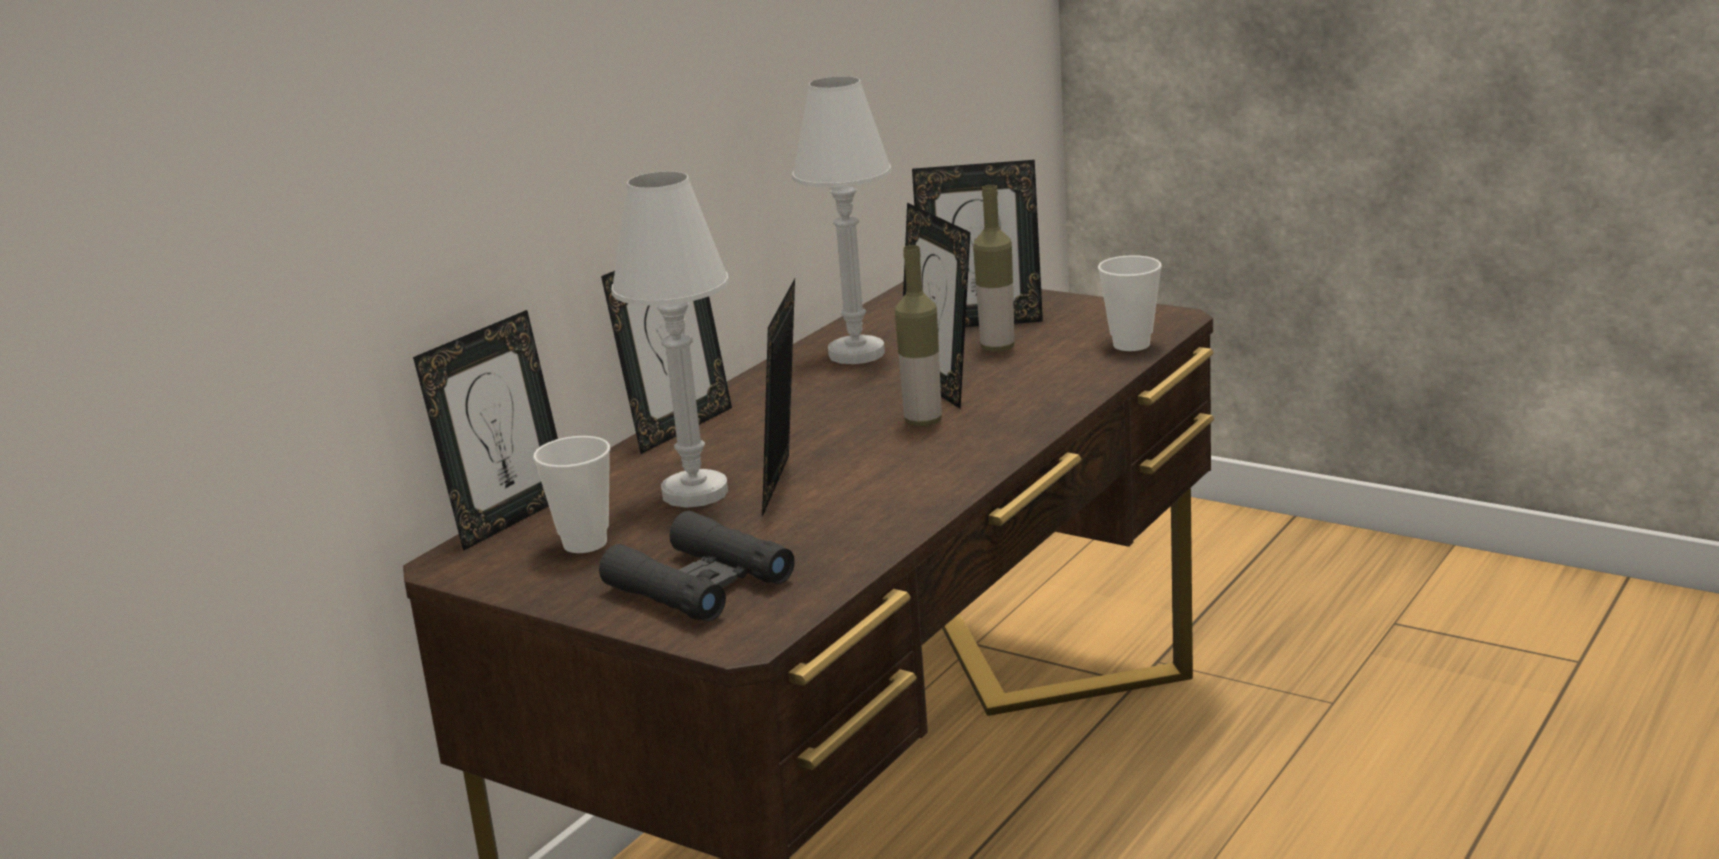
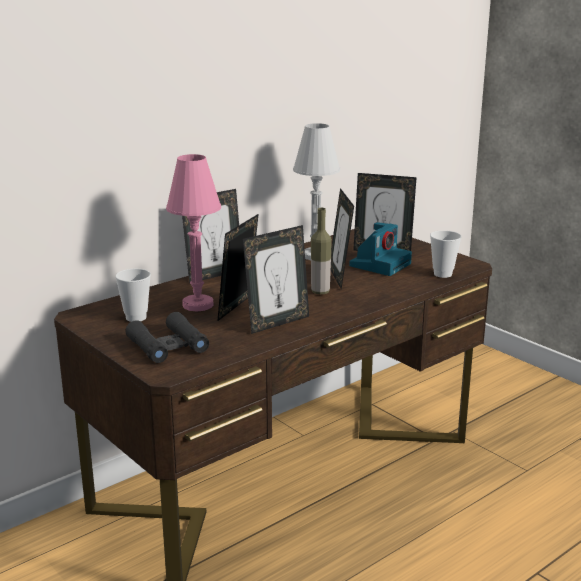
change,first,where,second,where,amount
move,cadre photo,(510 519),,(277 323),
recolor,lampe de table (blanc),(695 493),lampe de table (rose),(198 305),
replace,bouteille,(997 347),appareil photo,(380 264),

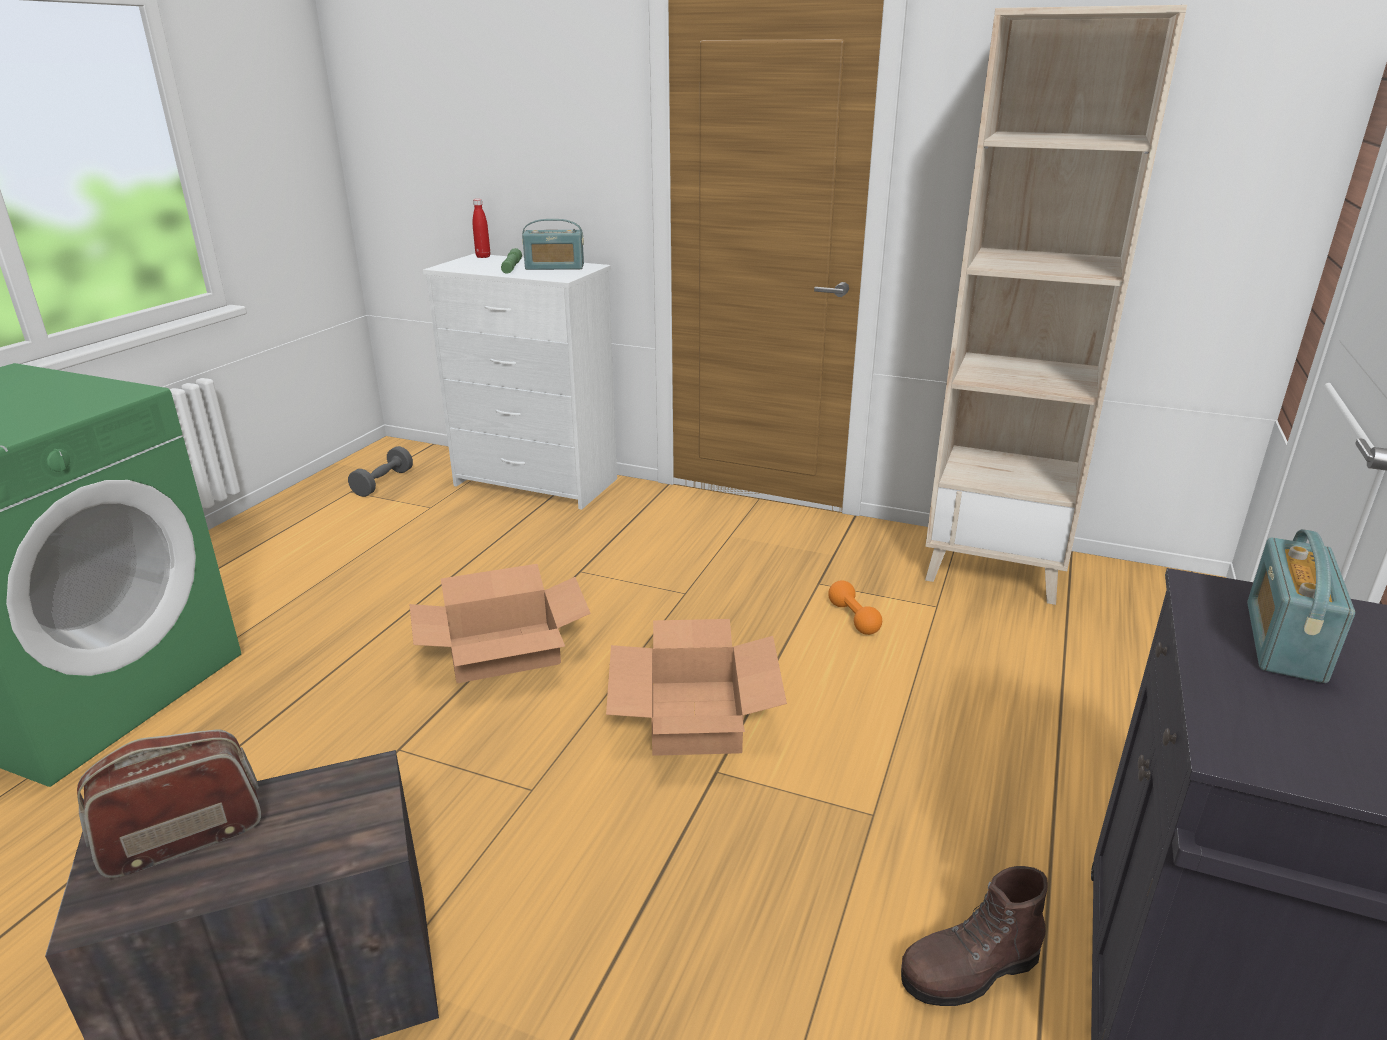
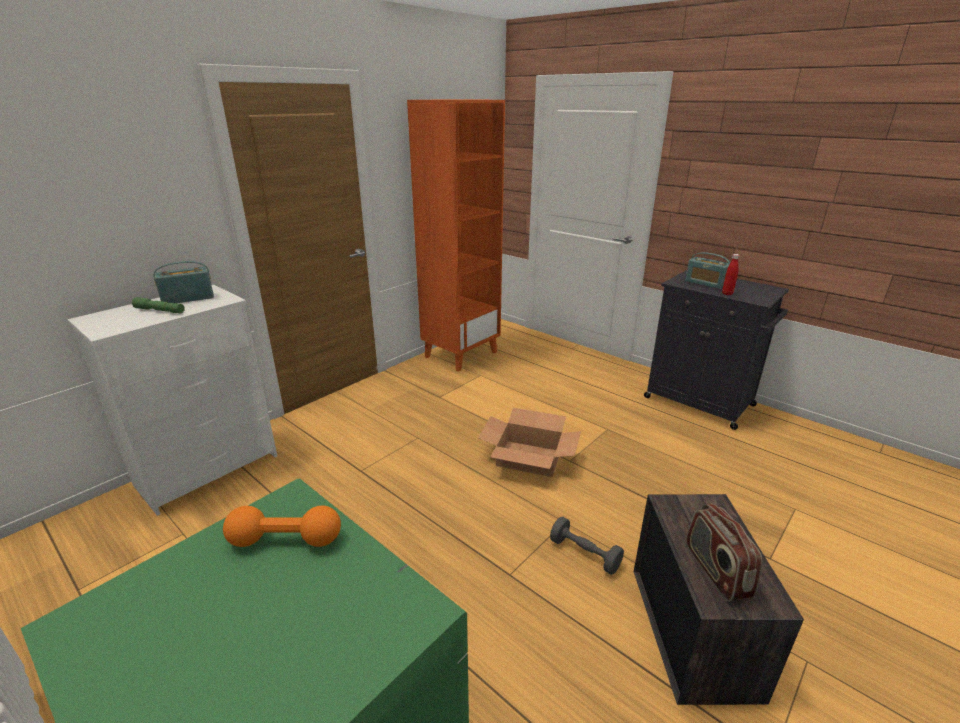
change,first,where,second,where,amount
move,haltère (gris),(383 483),,(584 554),
delete,carton,(504 651),,,
move,bouteille (rouge),(483 257),,(727 293),
rotate,radio,(554 267),,(188 298),135 degrees counterclockwise
move,haltère (orange),(853 618),,(285 540),
delete,botte (marron),(969 970),,,
recolor,bibliothèque (beige),(995 568),bibliothèque (orange),(461 354),

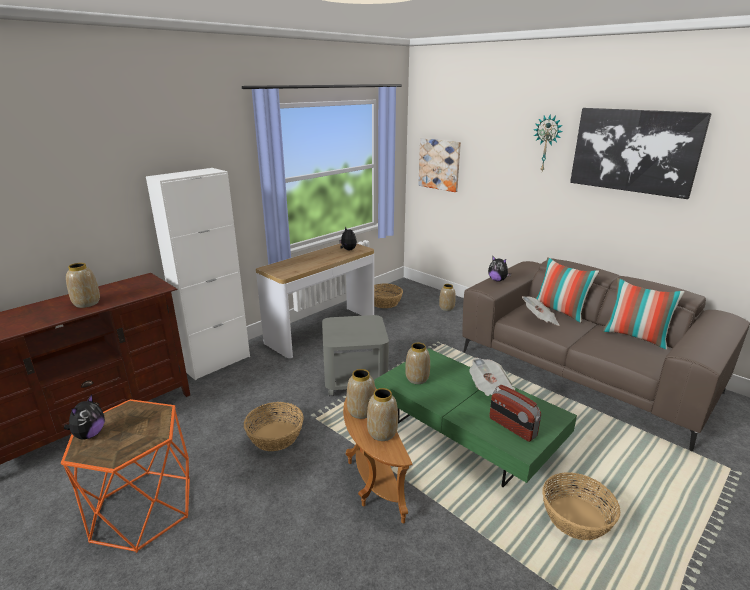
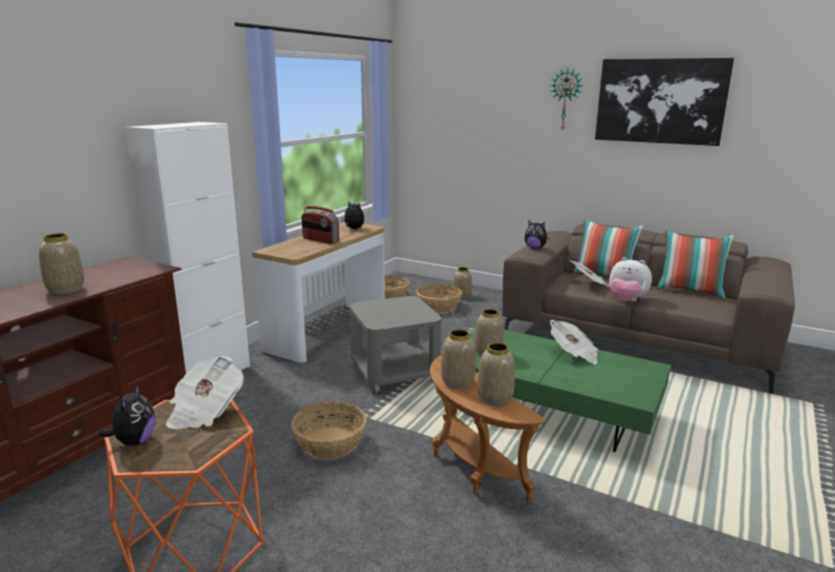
change,first,where,second,where,amount
delete,tableau,(439 164),,,
move,radio,(512 427),,(320 240),
move,panier,(575 517),,(438 306),
insert,,,journal,(205 411),
insert,,,peluche,(626 301),

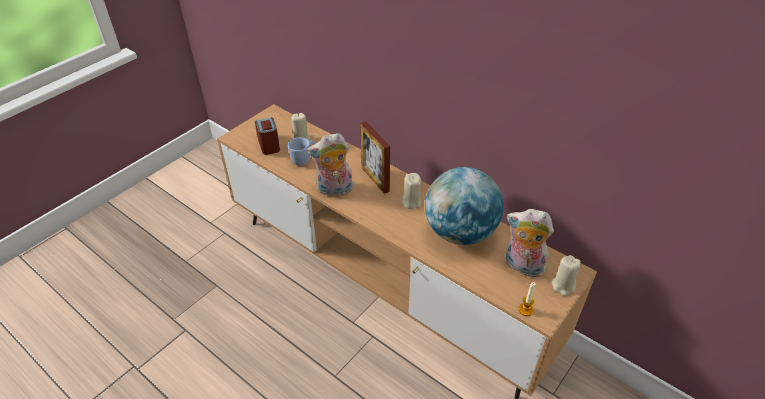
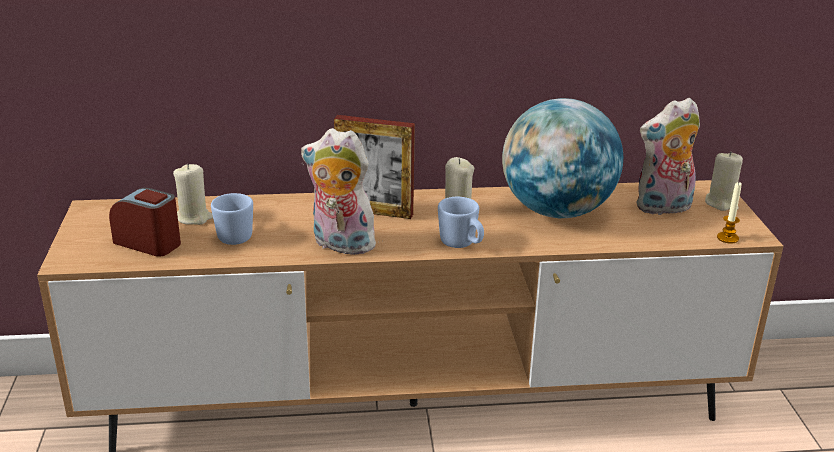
change,first,where,second,where,amount
rotate,peluche,(334 190),,(340 245),75 degrees clockwise
insert,,,mug (bleu),(462 244),

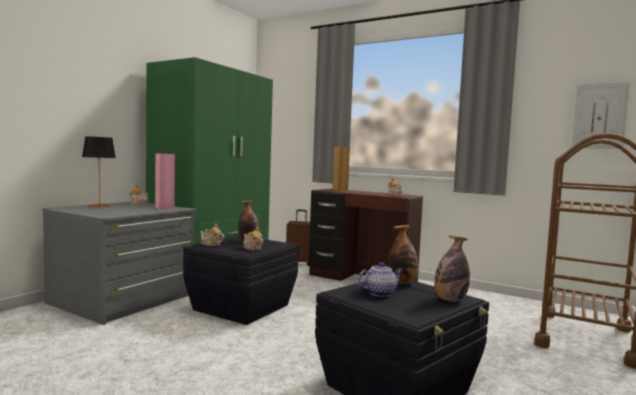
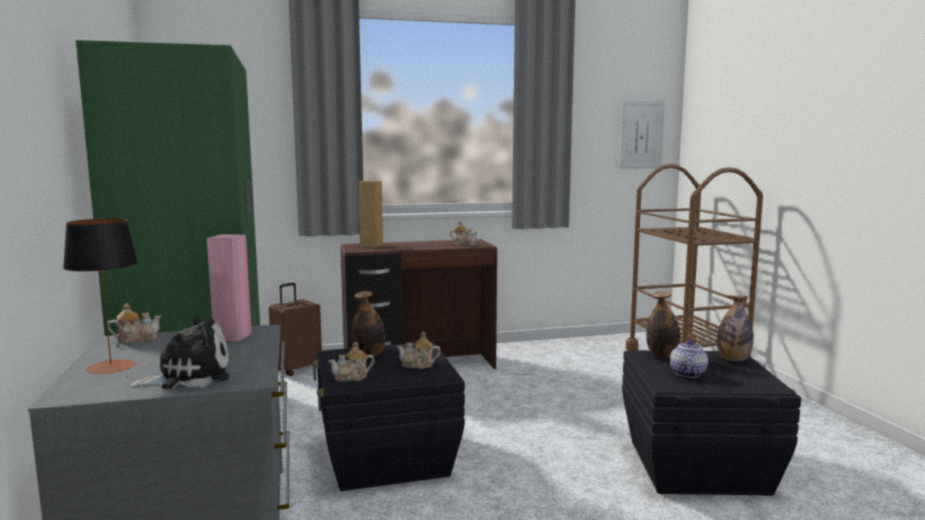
change,first,where,second,where,amount
insert,,,peluche,(189 376),

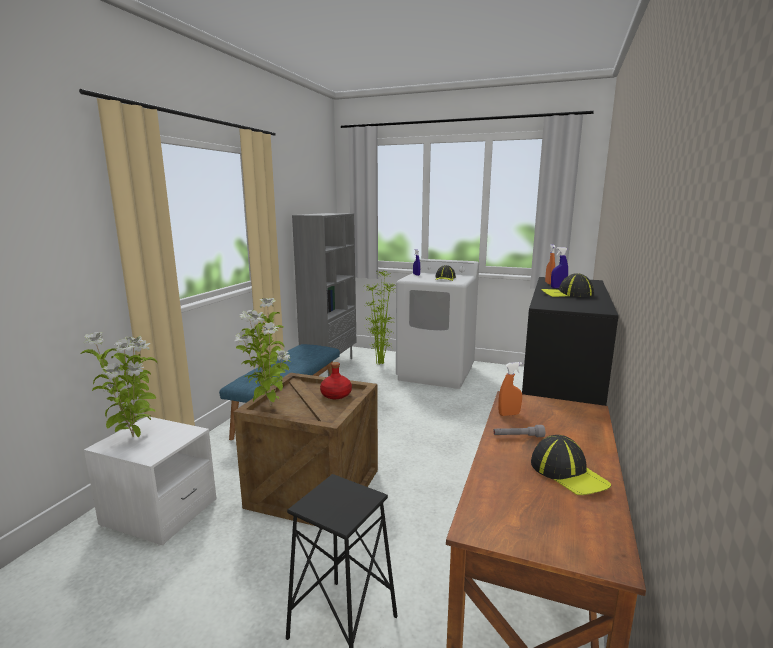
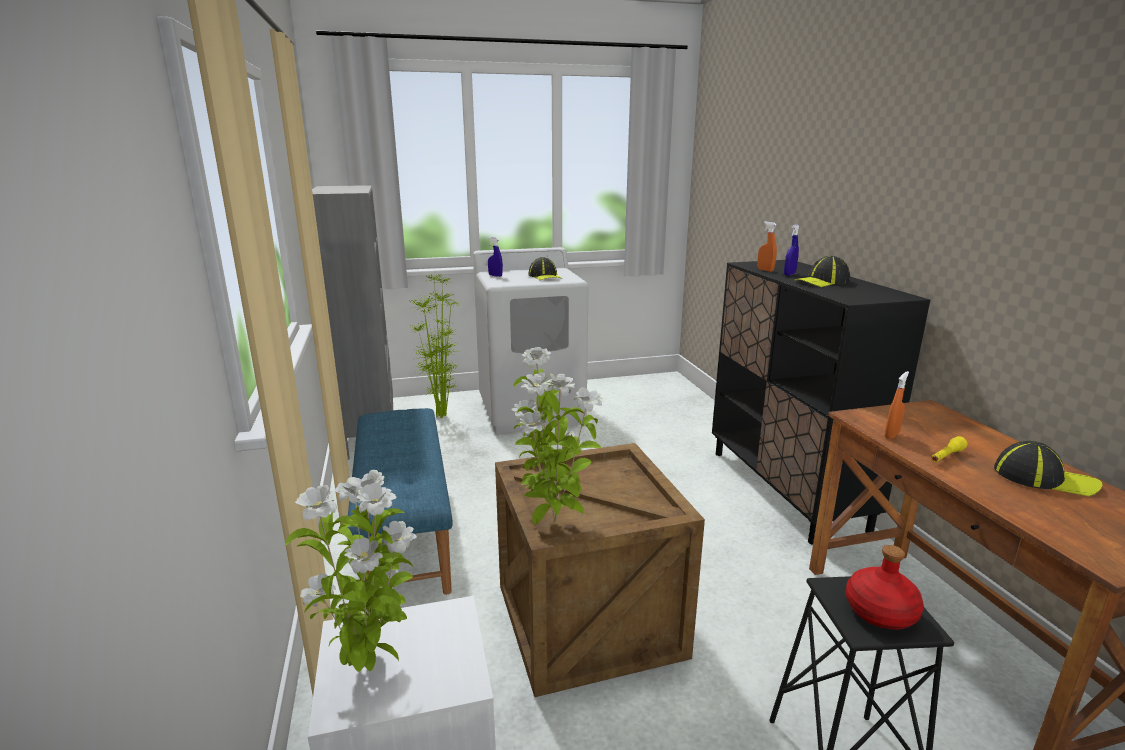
change,first,where,second,where,amount
move,bouteille (rouge),(336 395),,(881 612),
recolor,lampe de poche (gris),(518 437),lampe de poche (jaune),(946 457),

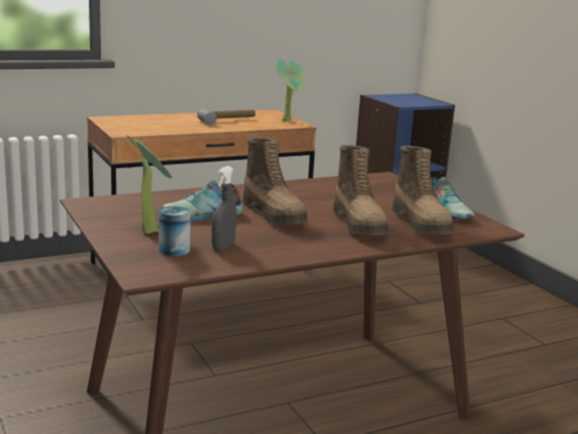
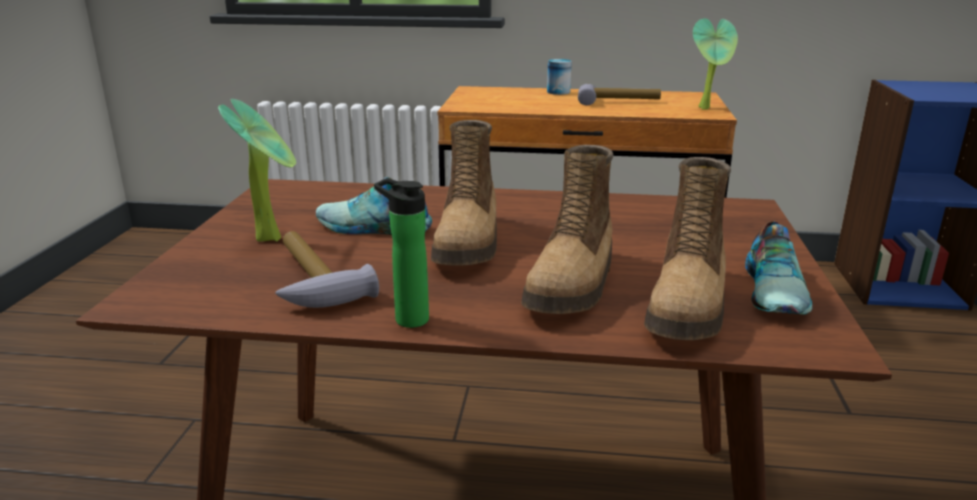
change,first,where,second,where,amount
move,boîte métallique,(174 250),,(558 92),
replace,vaporisateur (gris),(223 246),marteau,(311 281),
insert,,,bouteille,(407 318),

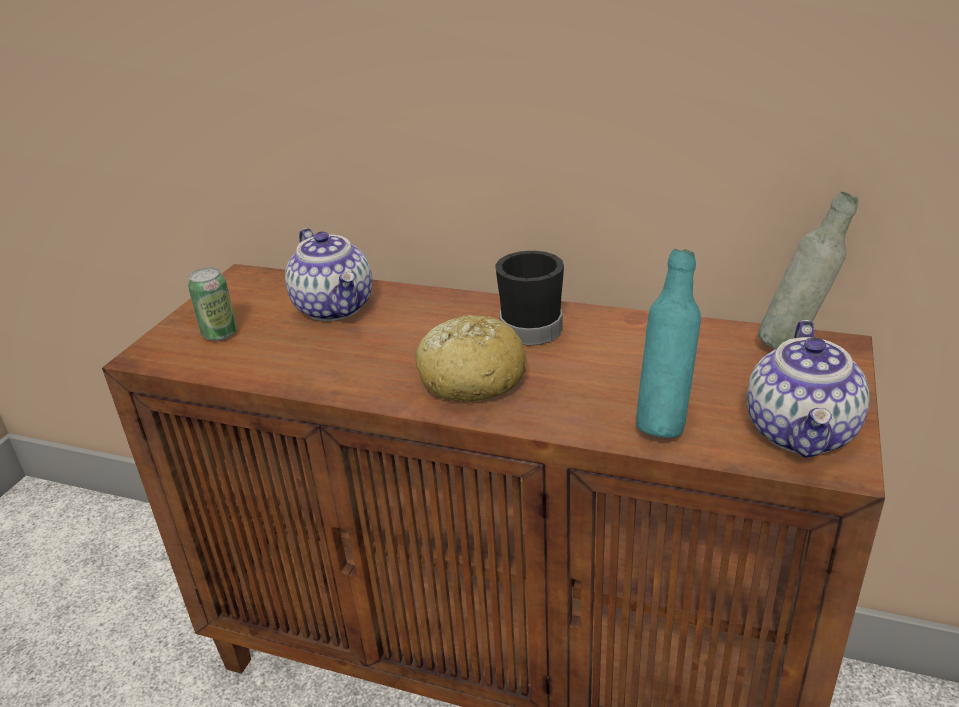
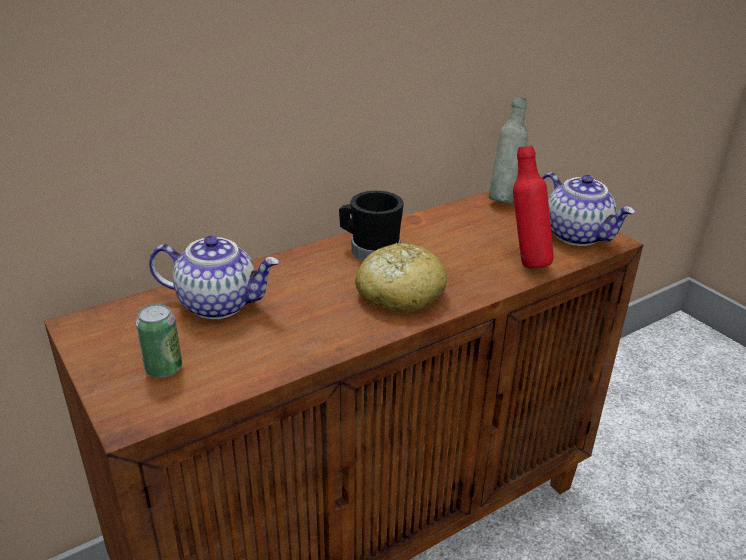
change,first,where,second,where,amount
recolor,bouteille (turquoise),(663 422),bouteille (rouge),(525 261),

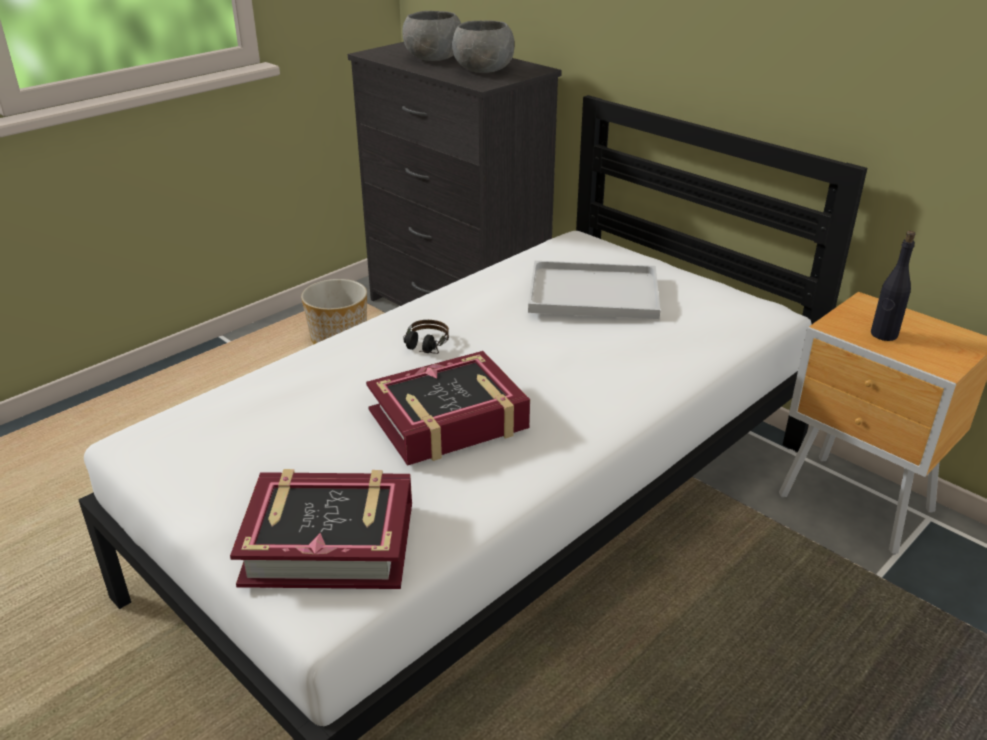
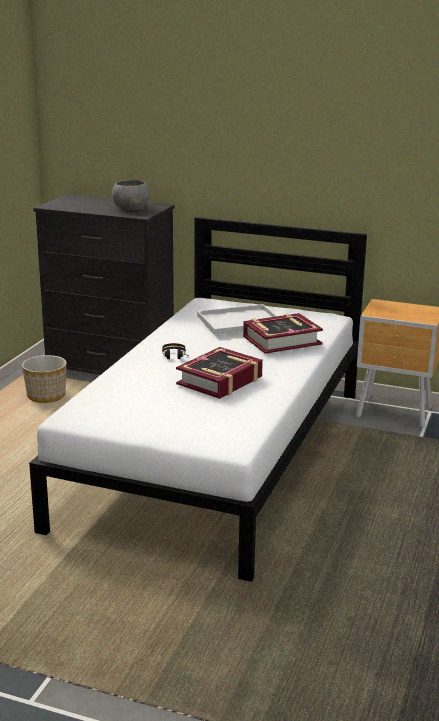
change,first,where,second,where,amount
move,livre,(329 542),,(281 340),
delete,bol (gris),(434 58),,,
delete,bouteille (noir),(883 335),,,

